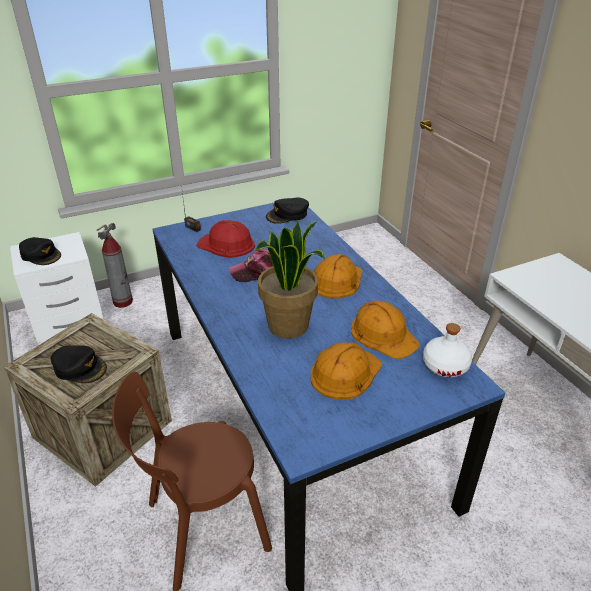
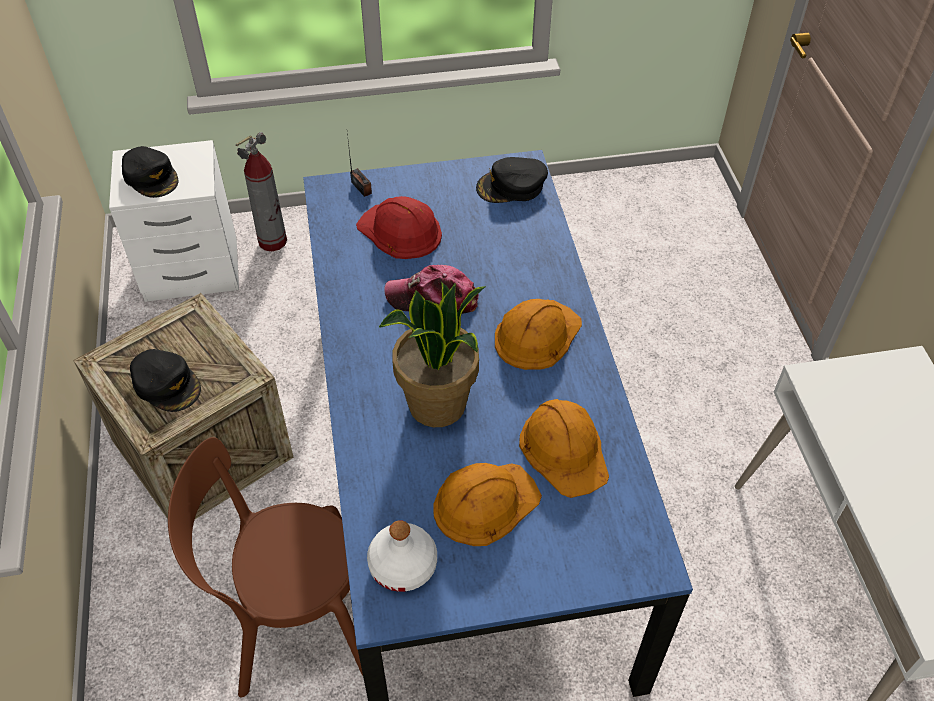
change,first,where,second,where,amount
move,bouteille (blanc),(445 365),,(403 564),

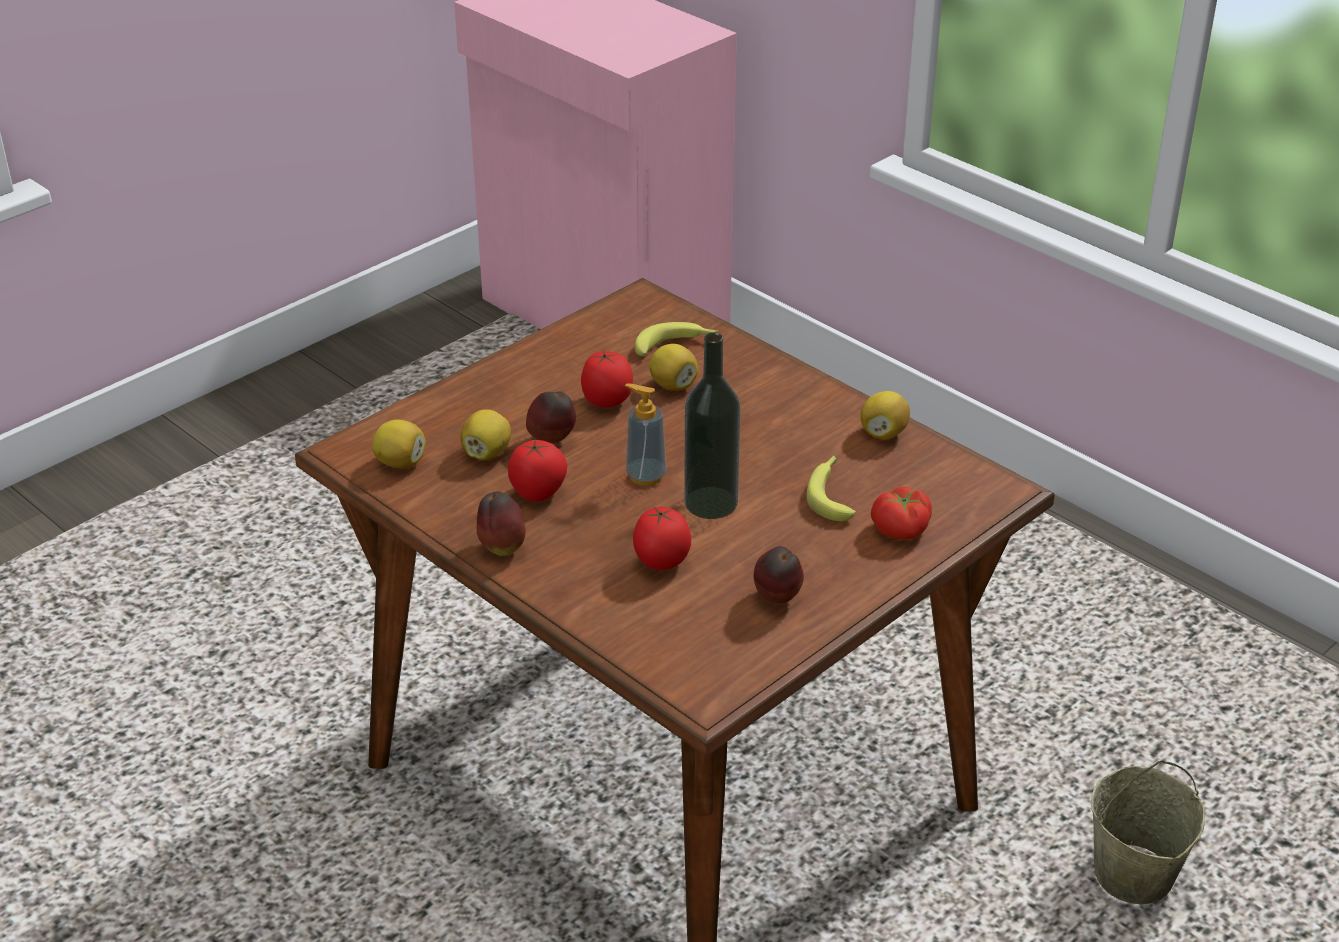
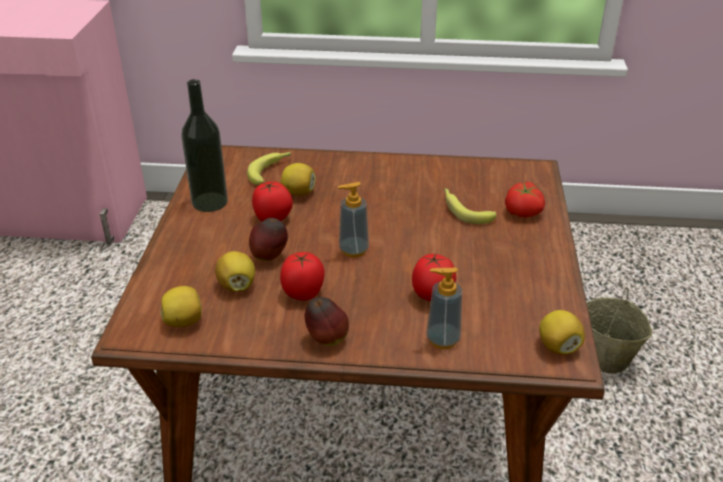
change,first,where,second,where,amount
move,bouteille,(711 503),,(209 202),
delete,pomme,(777 600),,,
move,citron,(883 433),,(558 346),
insert,,,distributeur de savon,(442 339),

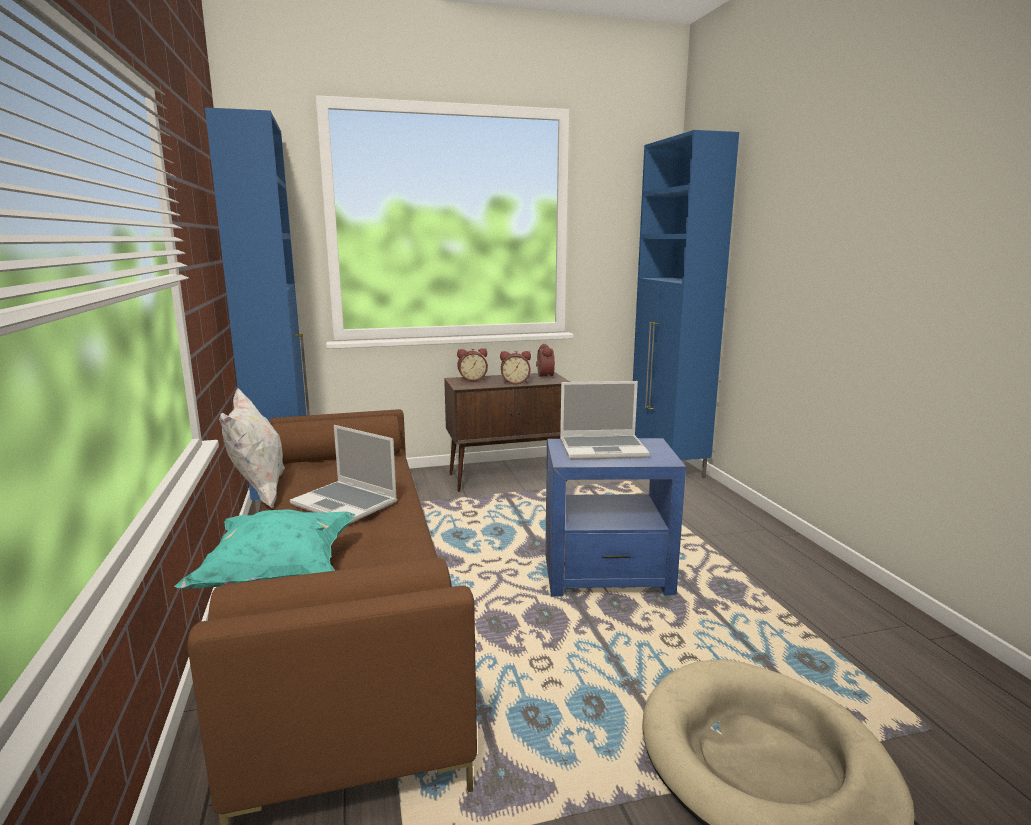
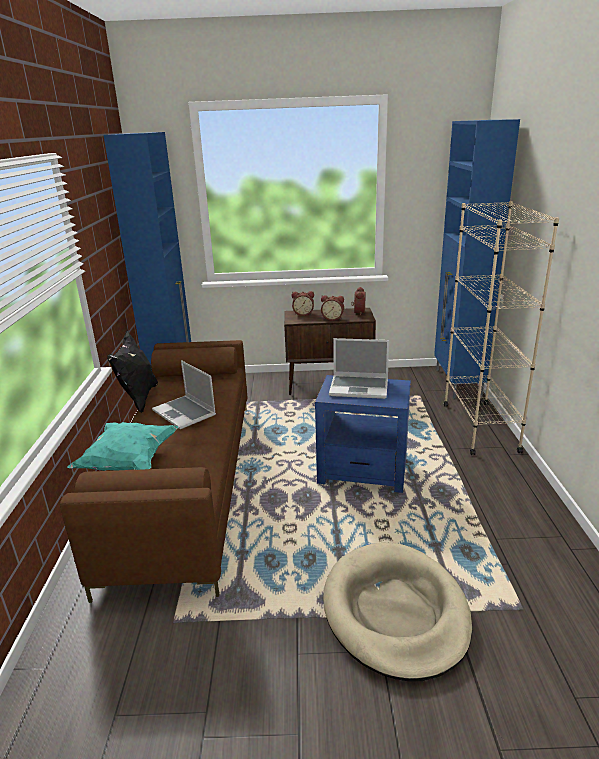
change,first,where,second,where,amount
recolor,coussin (blanc),(259 492),coussin (noir),(139 399),
insert,,,bibliothèque (beige),(479 427),

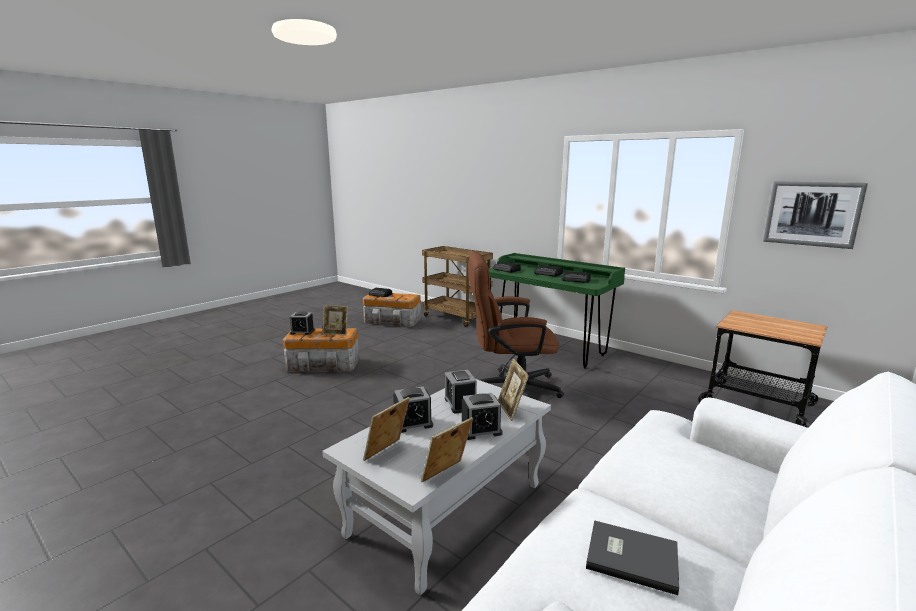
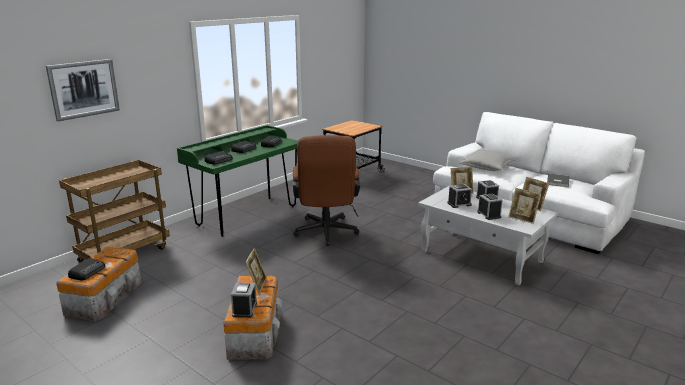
change,first,where,second,where,amount
move,tableau,(812 213),,(84 89),
insert,,,coussin (gris),(487 167),

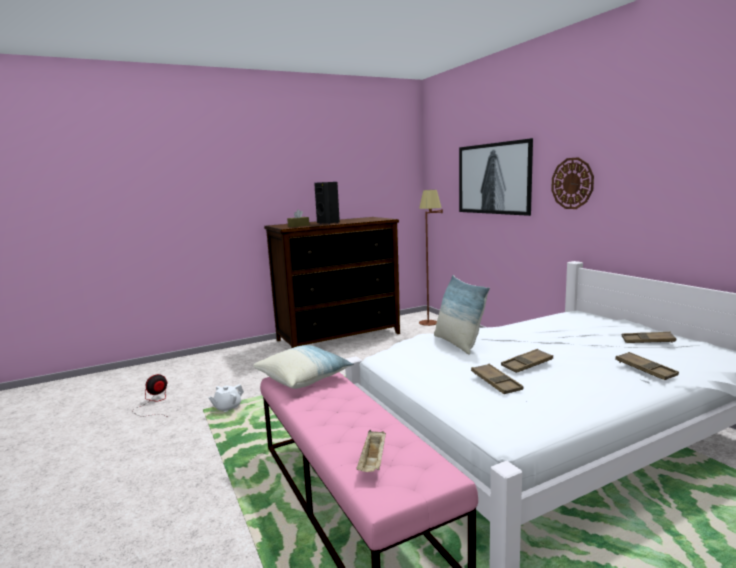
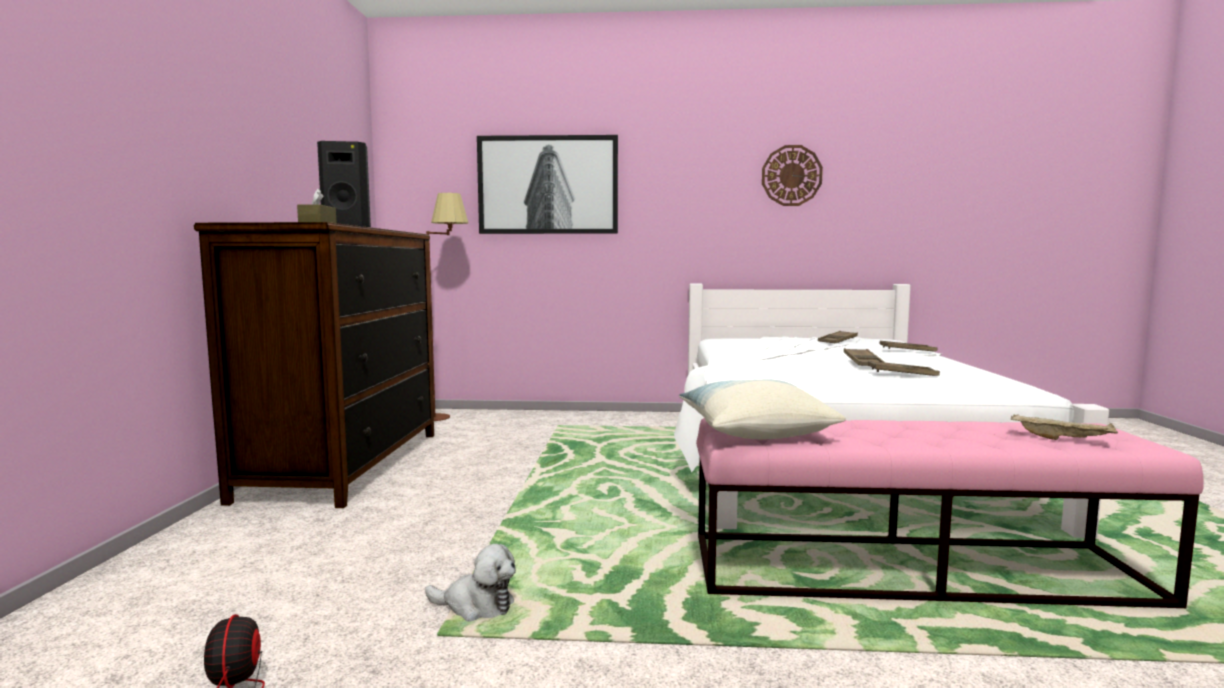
change,first,where,second,where,amount
replace,théière (blanc),(227 408),peluche,(476 606),
delete,coussin,(458 344),,,
move,horloge murale,(572 183),,(791 175),

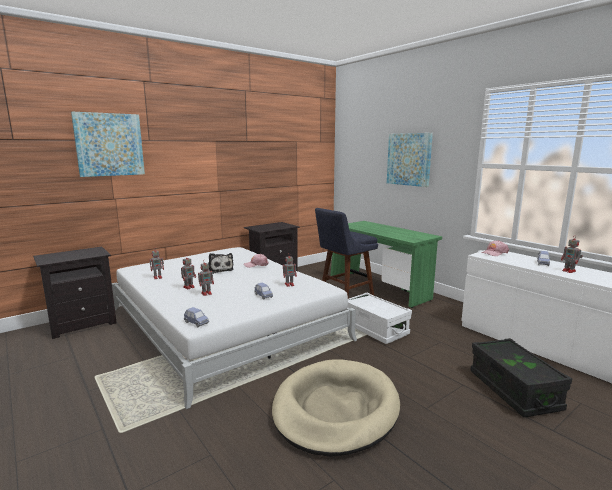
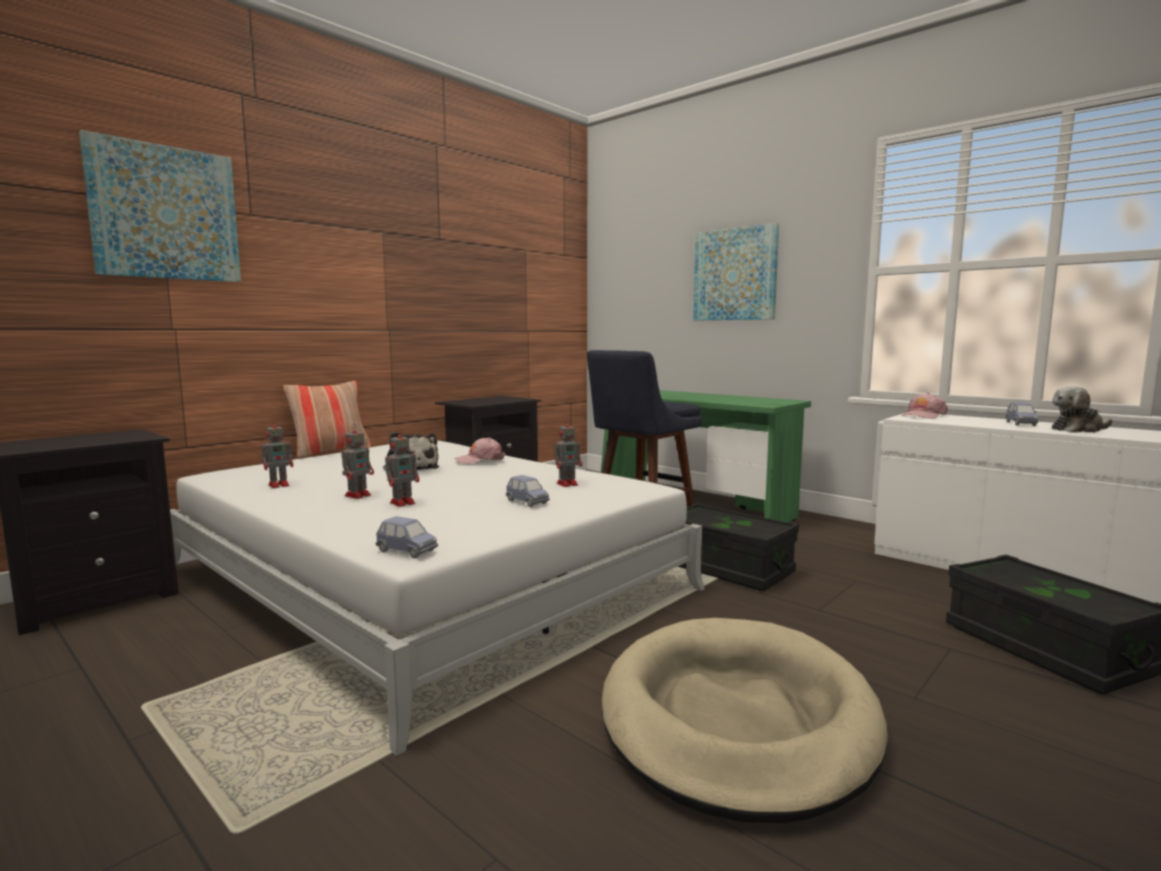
change,first,where,second,where,amount
recolor,boîte de rangement (blanc),(375 329),boîte de rangement (noir),(726 568),
replace,robot jouet,(569 271),peluche,(1078 430),
insert,,,coussin,(331 451),

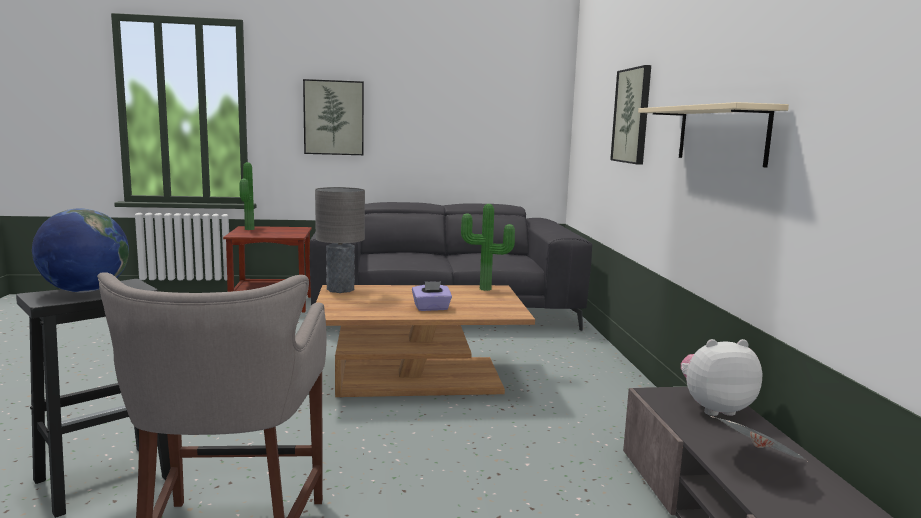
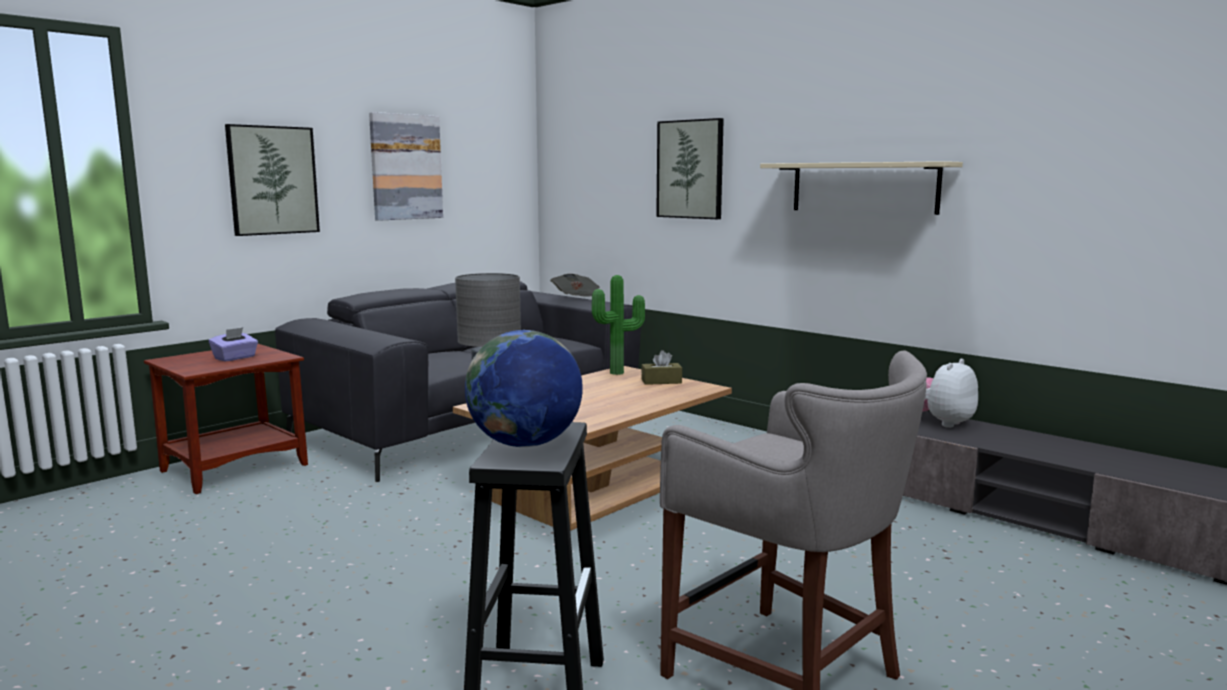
change,first,where,second,where,amount
delete,plante en pot,(247 229),,,
move,boîte à mouchoirs (violet),(431 308),,(235 358),
move,journal,(759 463),,(576 299),
insert,,,tableau,(405 167),
insert,,,boîte à mouchoirs (marron),(661 381),

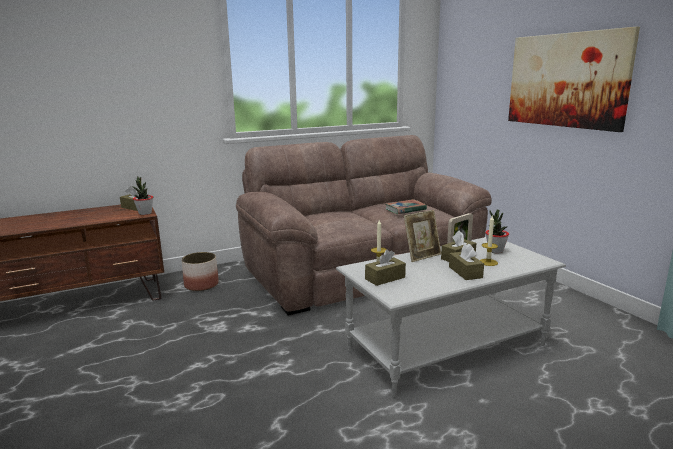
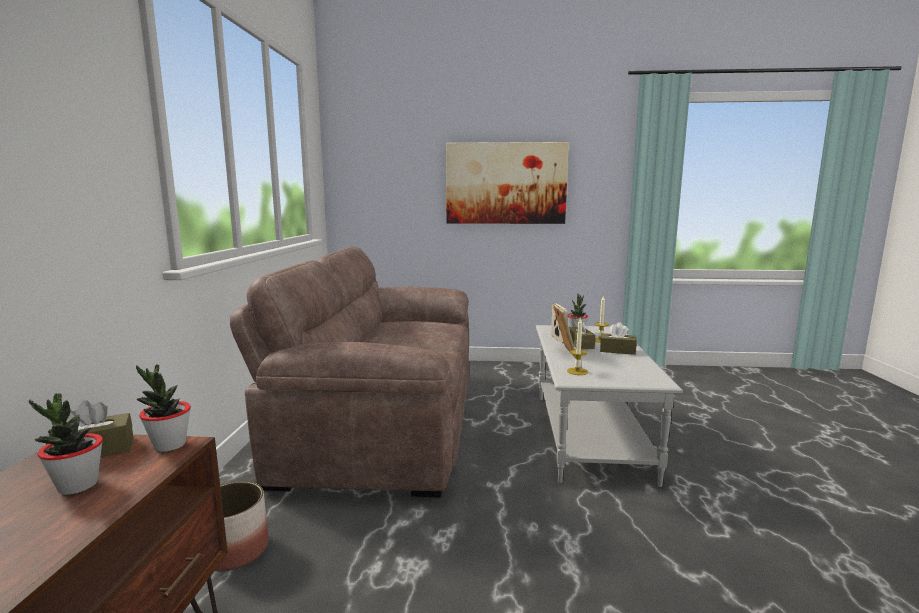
change,first,where,second,where,amount
delete,boîte à mouchoirs (marron),(385 278),,,
delete,livre,(405 209),,,
insert,,,plante en pot,(77 486),

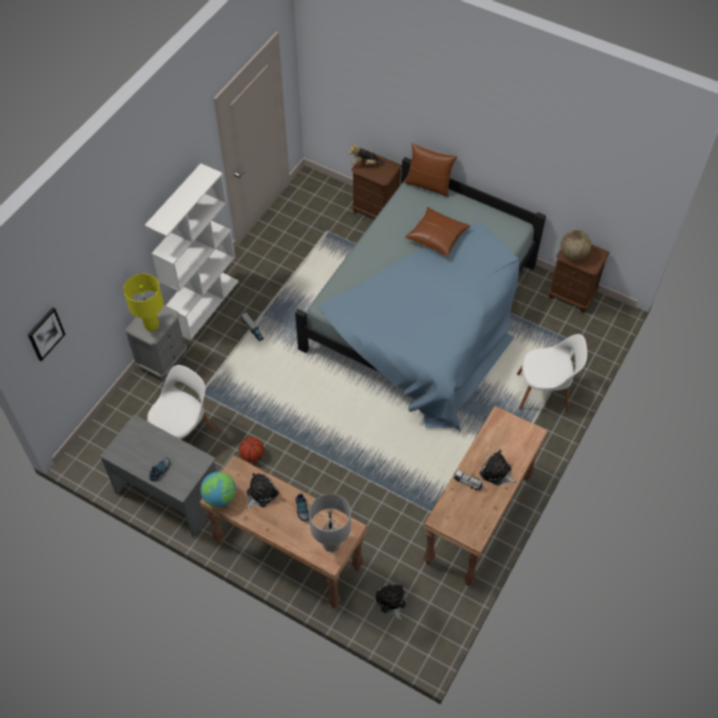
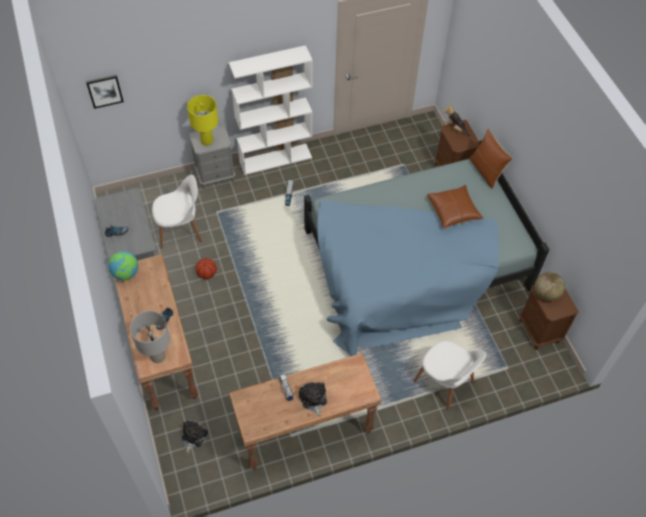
change,first,where,second,where,amount
delete,peluche,(260 494),,,

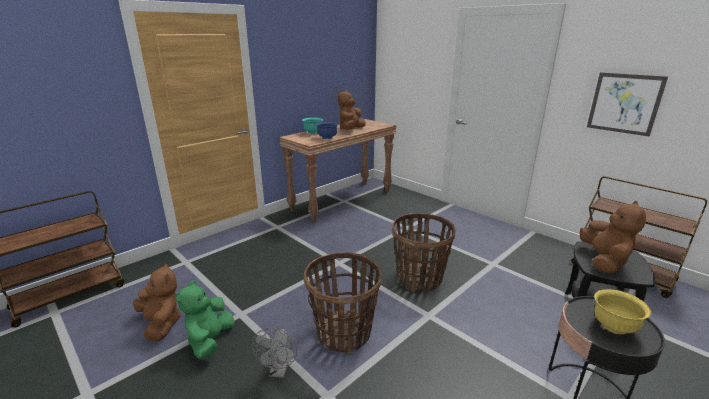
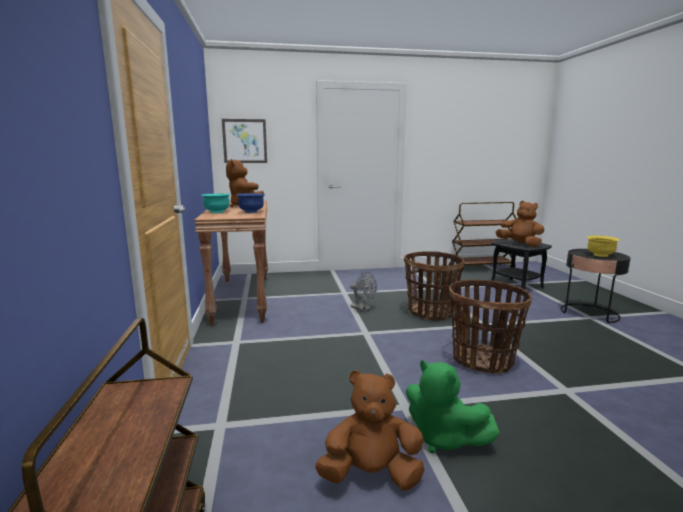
change,first,where,second,where,amount
move,ventilateur (gris),(279 371),,(363 309),
move,tableau,(624 103),,(244 141),

